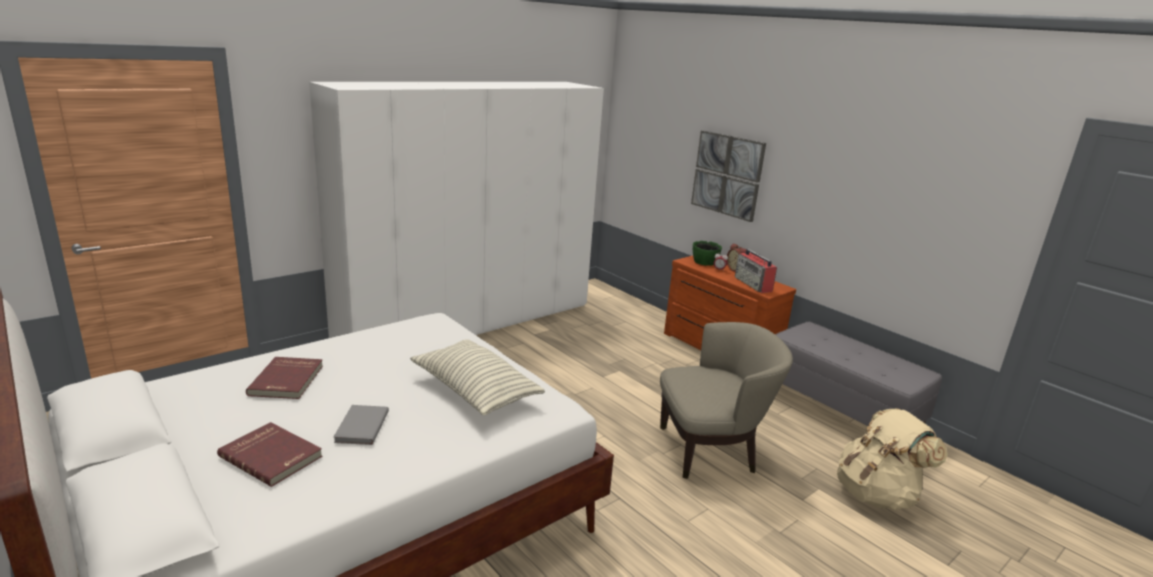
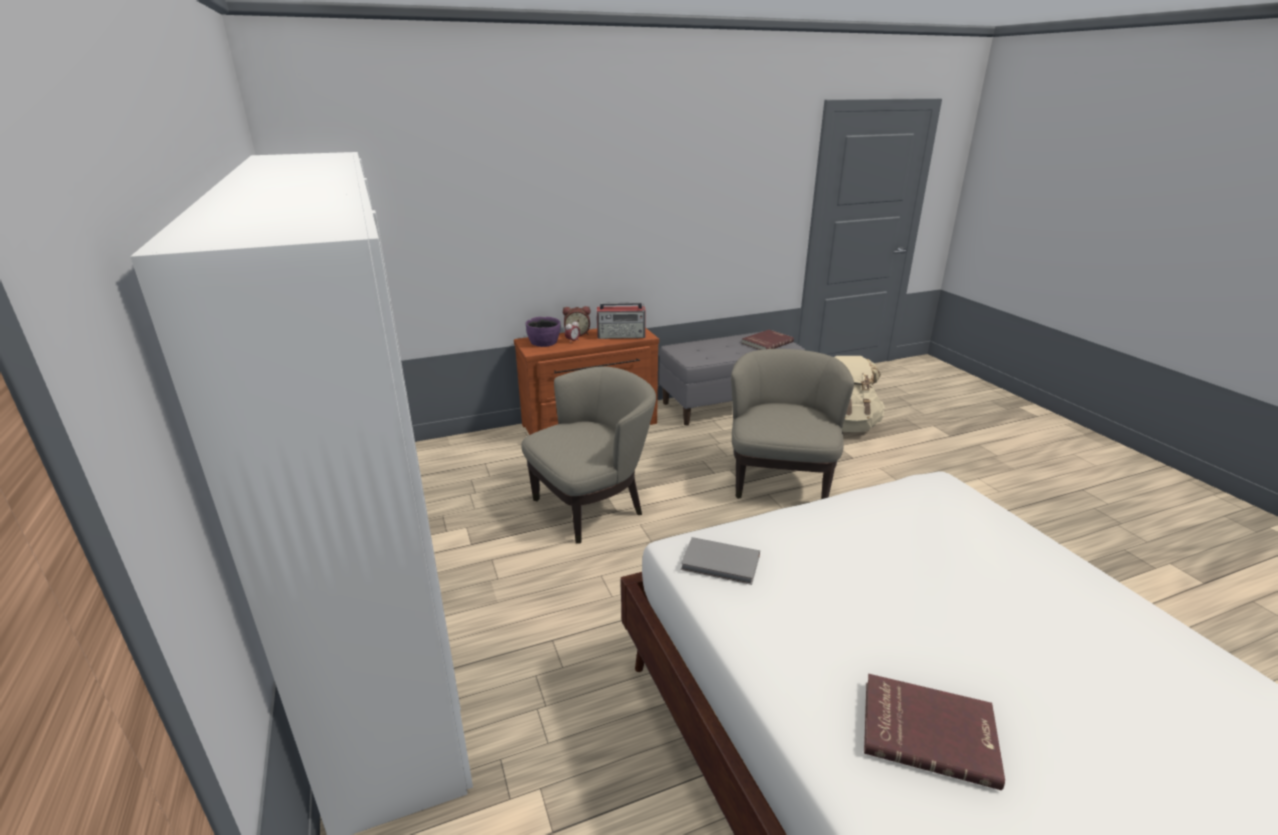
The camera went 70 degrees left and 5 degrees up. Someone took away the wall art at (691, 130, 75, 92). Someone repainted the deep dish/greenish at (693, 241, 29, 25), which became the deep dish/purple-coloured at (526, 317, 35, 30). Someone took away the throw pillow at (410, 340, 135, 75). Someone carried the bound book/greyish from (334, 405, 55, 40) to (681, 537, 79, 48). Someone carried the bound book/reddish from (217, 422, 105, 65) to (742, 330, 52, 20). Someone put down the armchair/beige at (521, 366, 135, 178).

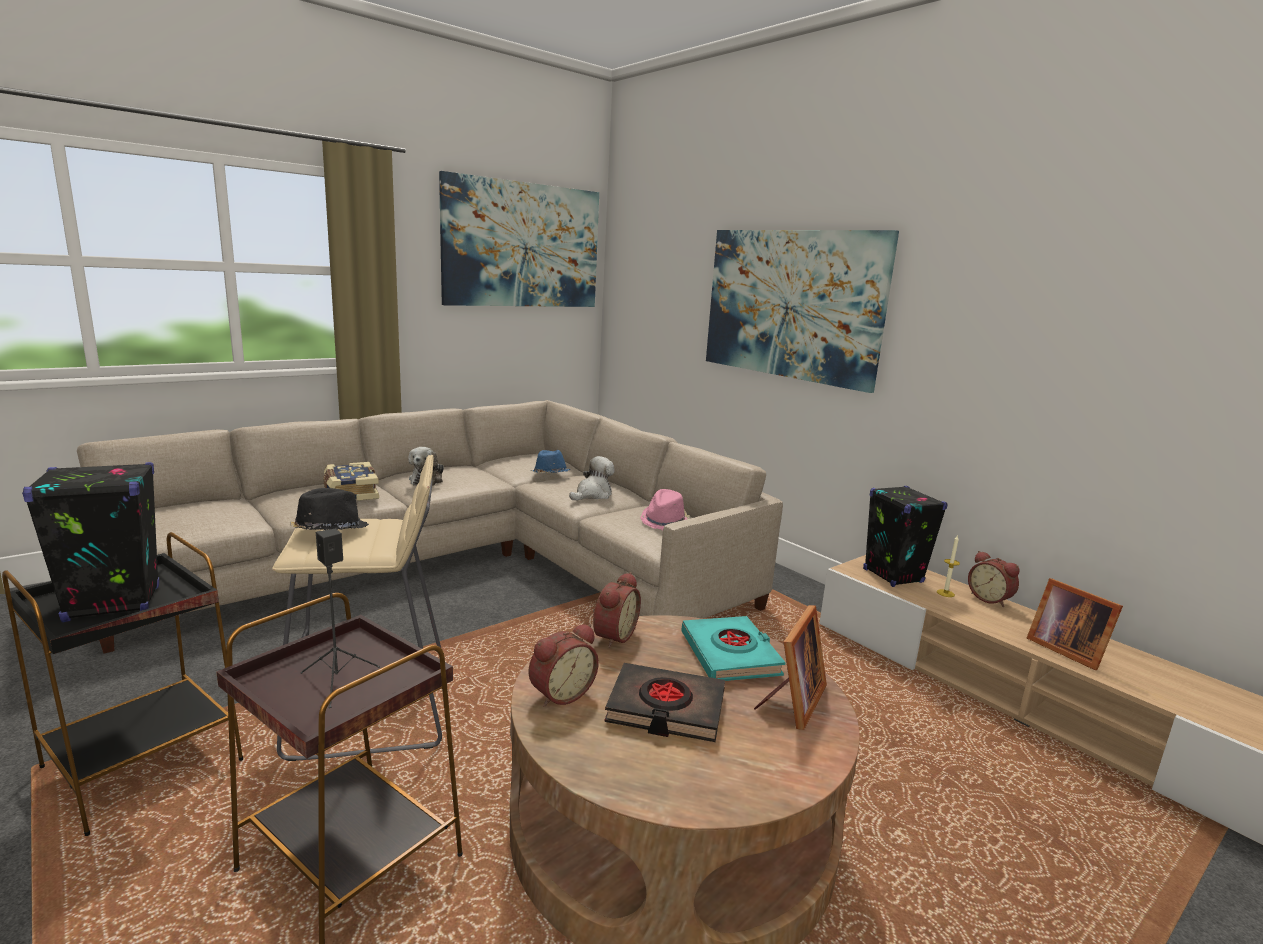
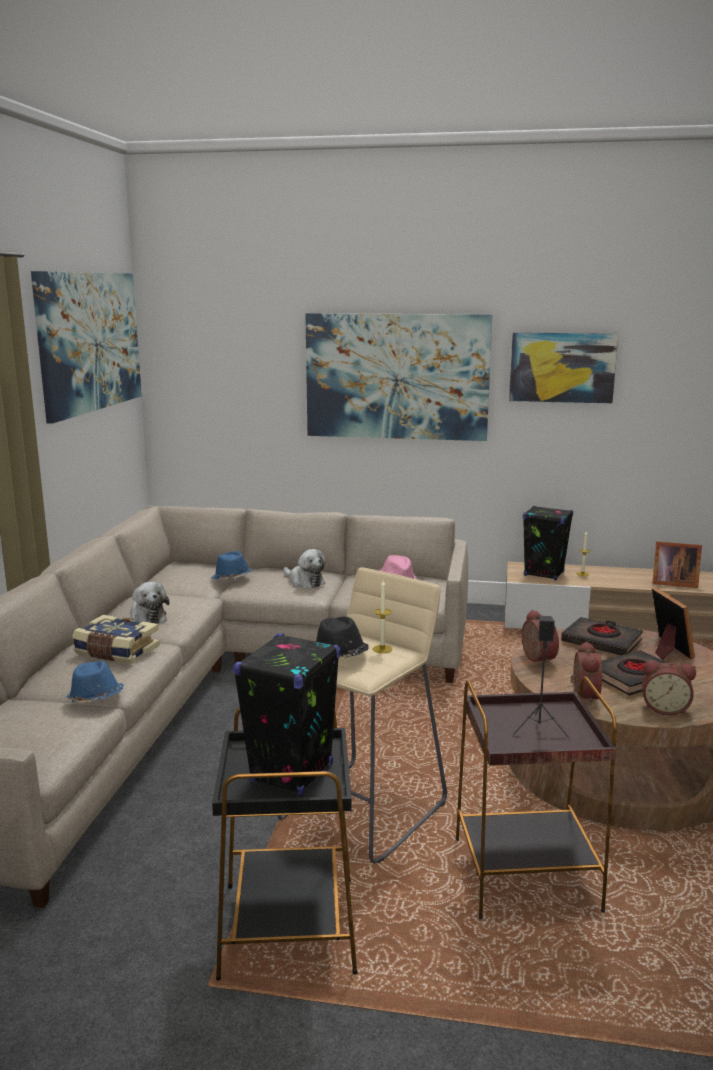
The camera went 40 degrees left and 0 degrees up. Someone rotated the cuddly toy at (569, 456, 46, 44) by 135 degrees clockwise. Someone carried the bedside clock from (968, 551, 52, 56) to (642, 660, 54, 55). Someone repainted the bound book/turquoise-coloured at (681, 616, 105, 65), which became the bound book/blackish at (561, 617, 82, 38). Someone put up the wall art at (509, 332, 109, 71). Someone put down the wax candle at (373, 580, 19, 73). Someone put down the wearable hat/blue-coloured at (64, 661, 60, 42).

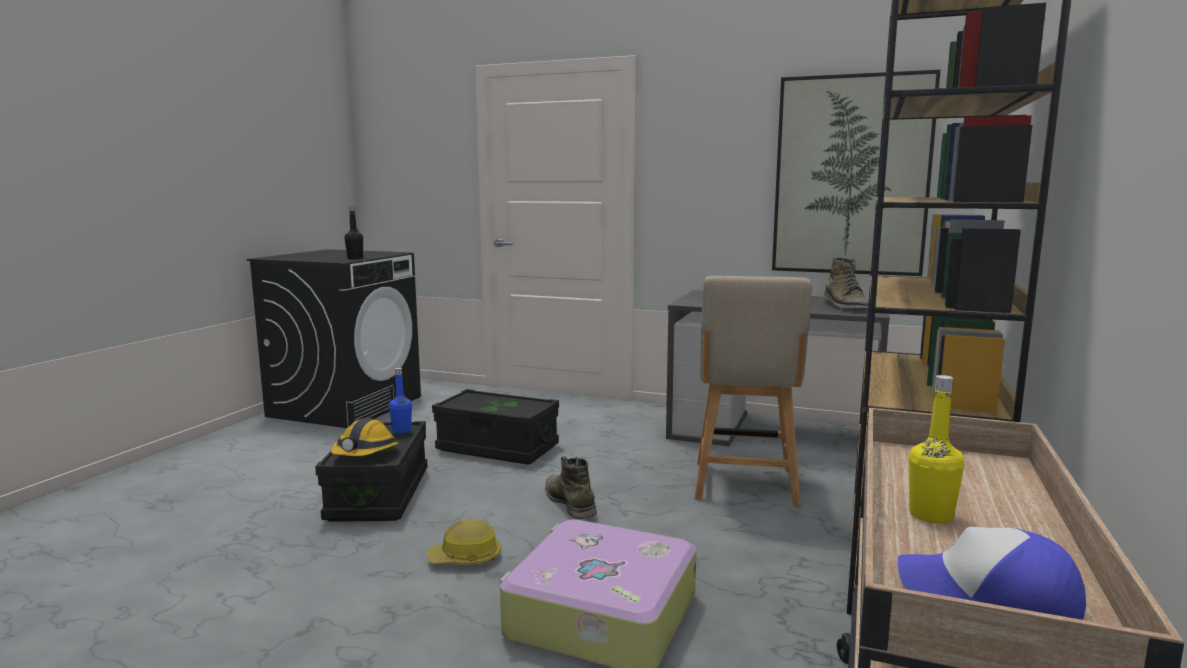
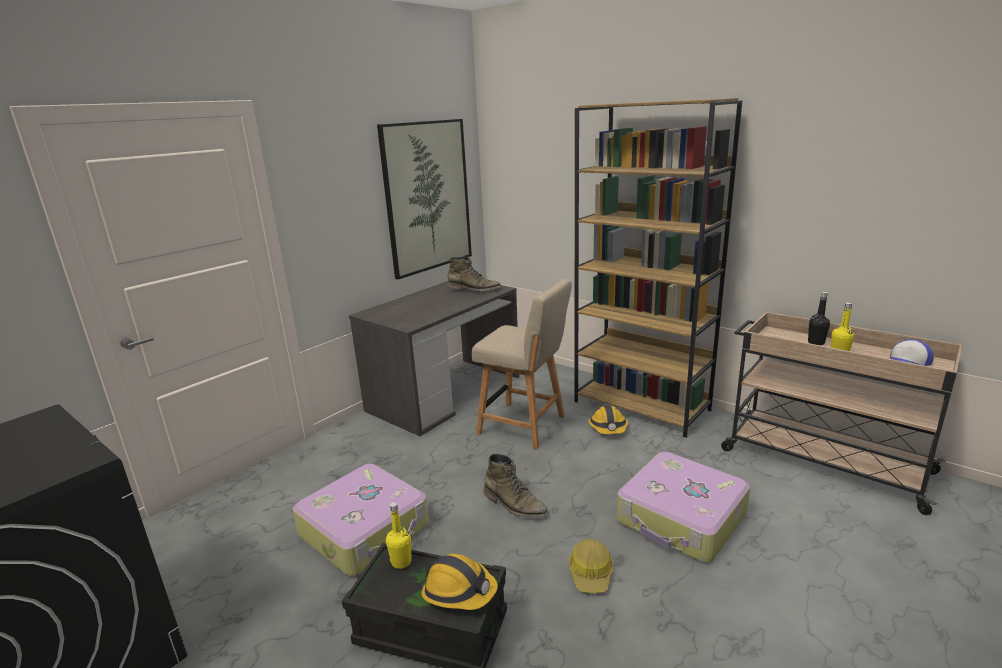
The camera went 70 degrees left and 10 degrees up. Someone carried the beverage bottle/blackish from (344, 206, 19, 53) to (808, 292, 22, 53). Someone repainted the beverage bottle/blue-coloured at (389, 368, 23, 65), which became the beverage bottle/yellow-coloured at (386, 502, 26, 67). Someone swapped the storage bin/blackish at (432, 389, 127, 75) for the suitcase at (293, 464, 136, 112). Someone rotated the high-top boot/greenish at (545, 456, 52, 63) by 135 degrees counterclockwise. Someone put down the safety helmet at (588, 405, 40, 29).

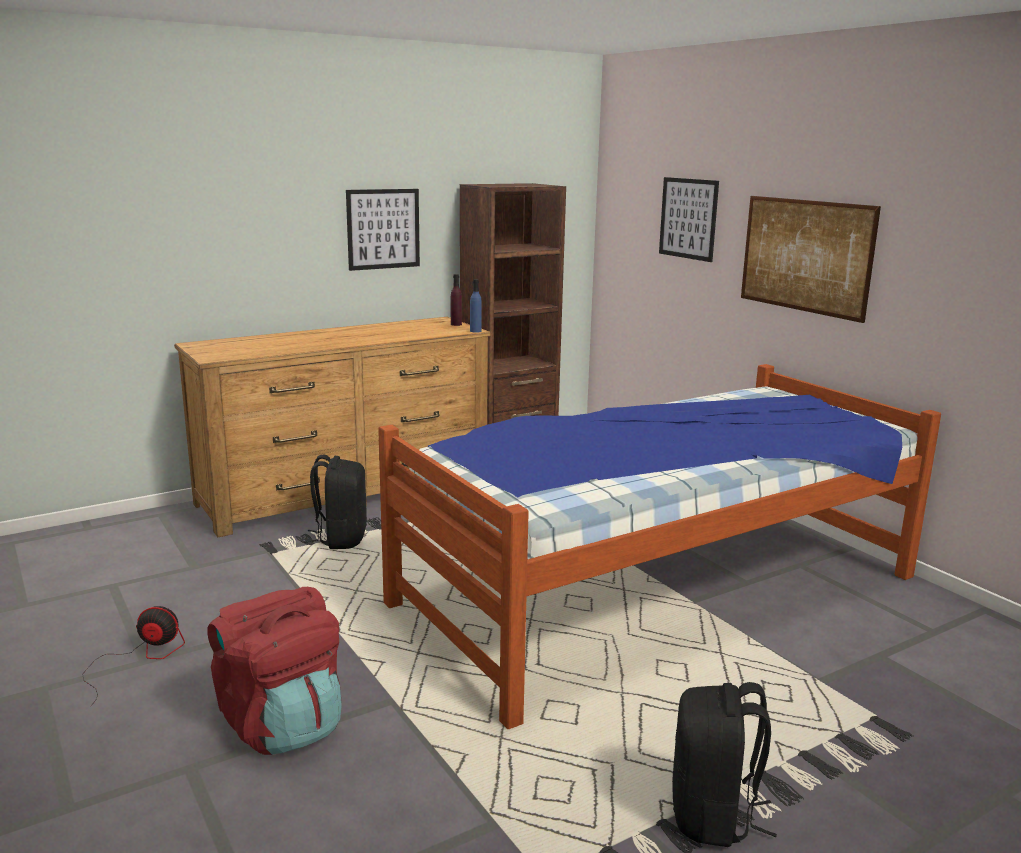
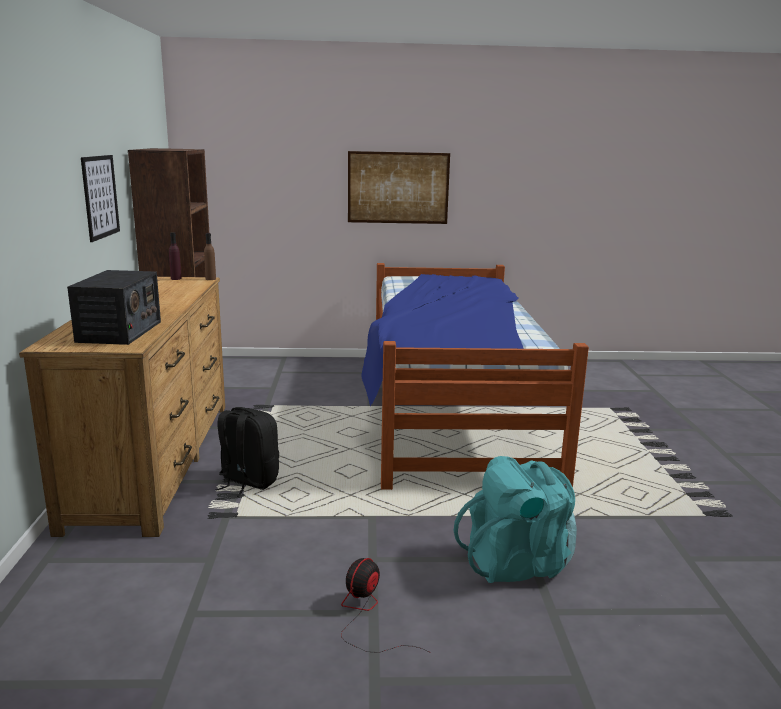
The camera went 60 degrees left and 0 degrees up. Someone took away the wall art at (659, 177, 60, 85). Someone repainted the beverage bottle/blue-coloured at (470, 279, 12, 54), which became the beverage bottle/brown-coloured at (204, 233, 12, 47). Someone repainted the rucksack/reddish at (207, 587, 135, 168), which became the rucksack/turquoise-coloured at (453, 456, 124, 127). Someone took away the rucksack/blackish at (672, 682, 105, 165). Someone put down the radio at (67, 270, 94, 75).

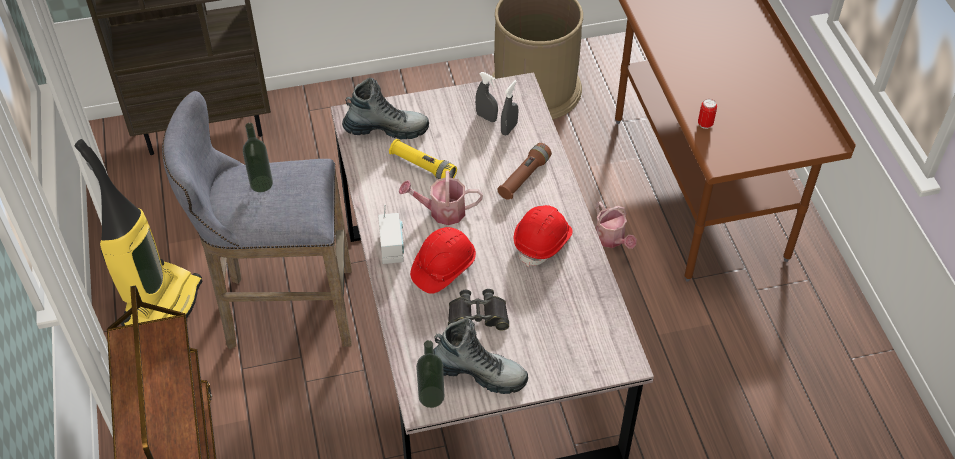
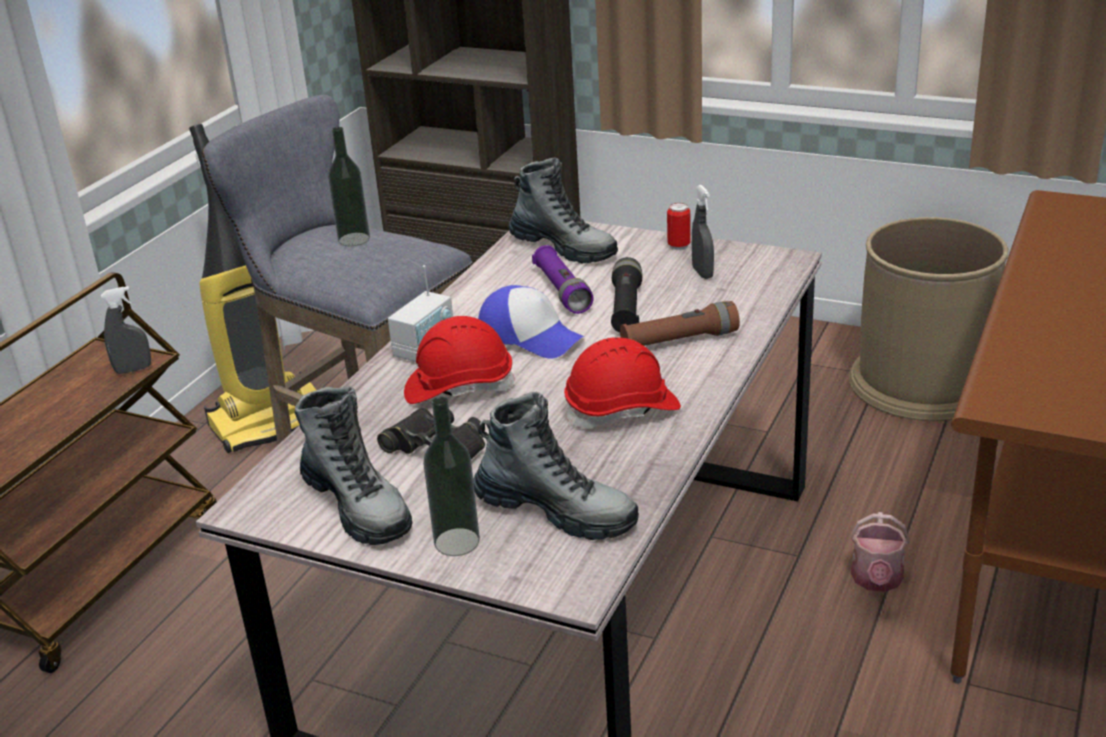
The camera went 40 degrees right and 20 degrees down. Someone carried the hand sprayer/greyish from (501, 80, 17, 56) to (101, 286, 50, 88). Someone carried the sealed can from (698, 99, 19, 30) to (667, 203, 24, 47). Someone repainted the hand torch/yellow-coloured at (389, 139, 68, 40), which became the hand torch/purple-coloured at (532, 245, 61, 69). Someone swapped the watering pot at (399, 170, 84, 55) for the peaked cap at (478, 285, 106, 74). Someone carried the beverage bottle from (416, 340, 28, 68) to (423, 397, 57, 159). Someone put down the hand torch/blackish at (611, 257, 31, 75). Someone put down the high-top boot at (473, 392, 166, 148).

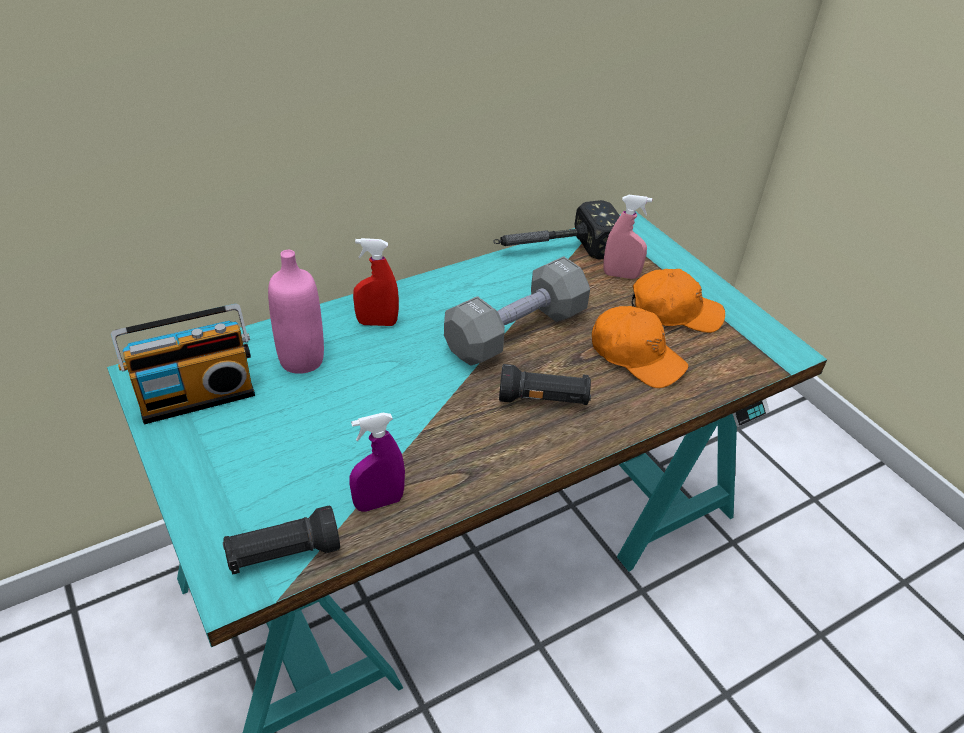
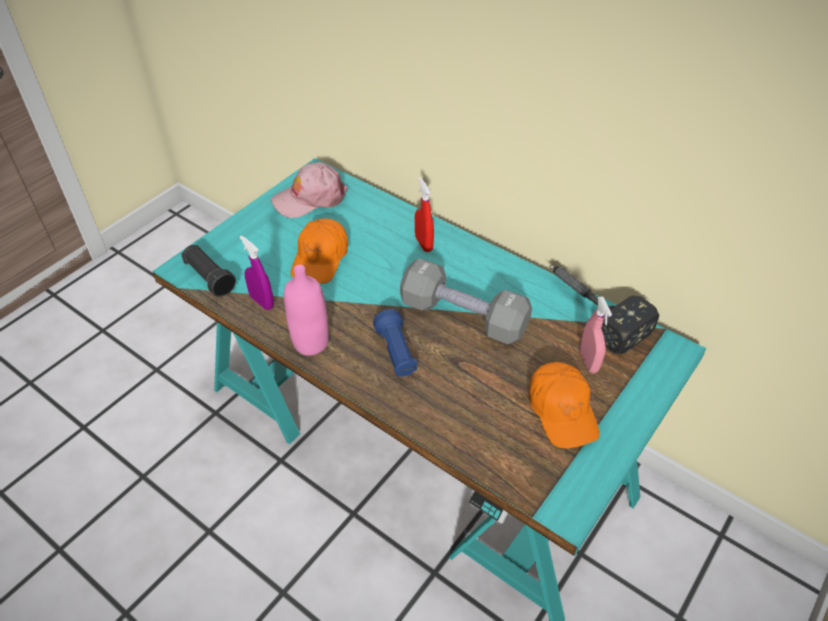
The camera went 70 degrees right and 5 degrees up. Someone carried the beverage bottle/pink from (268, 250, 56, 124) to (284, 265, 45, 91). Someone swapped the radio at (111, 304, 144, 120) for the peaked cap/pink at (271, 162, 77, 56). Someone carried the peaked cap/orange-coloured from (592, 306, 96, 82) to (291, 218, 57, 66). Someone repainted the hand torch/blackish at (499, 364, 92, 41), which became the hand torch/blue-coloured at (373, 309, 44, 68).

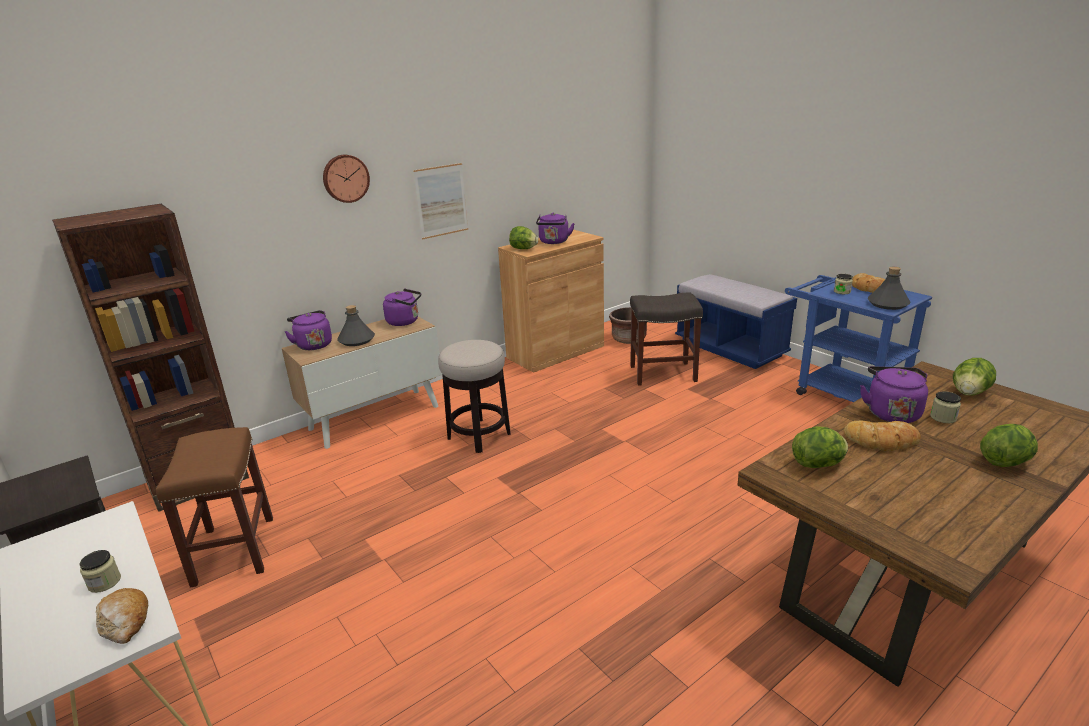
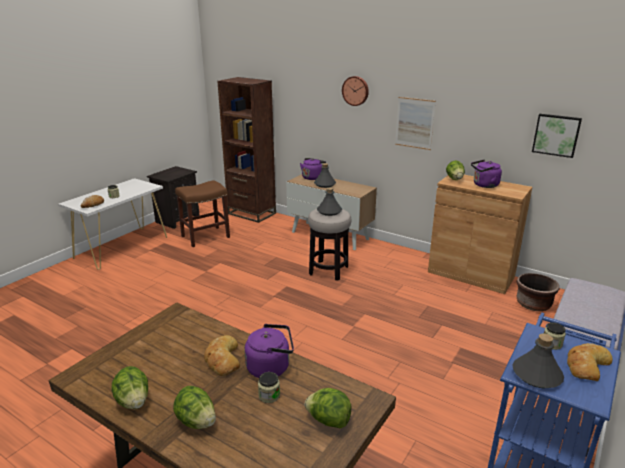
The camera went 70 degrees right and 0 degrees up. Someone took away the water kettle/purple-coloured at (383, 289, 38, 37). Someone took away the sitting stool/greyish at (630, 292, 73, 94). Someone carried the head of lettuce from (792, 426, 56, 42) to (111, 366, 37, 43). Someone put up the wall art at (532, 114, 50, 44). Someone put down the beverage bottle/greyish at (317, 187, 25, 29).

